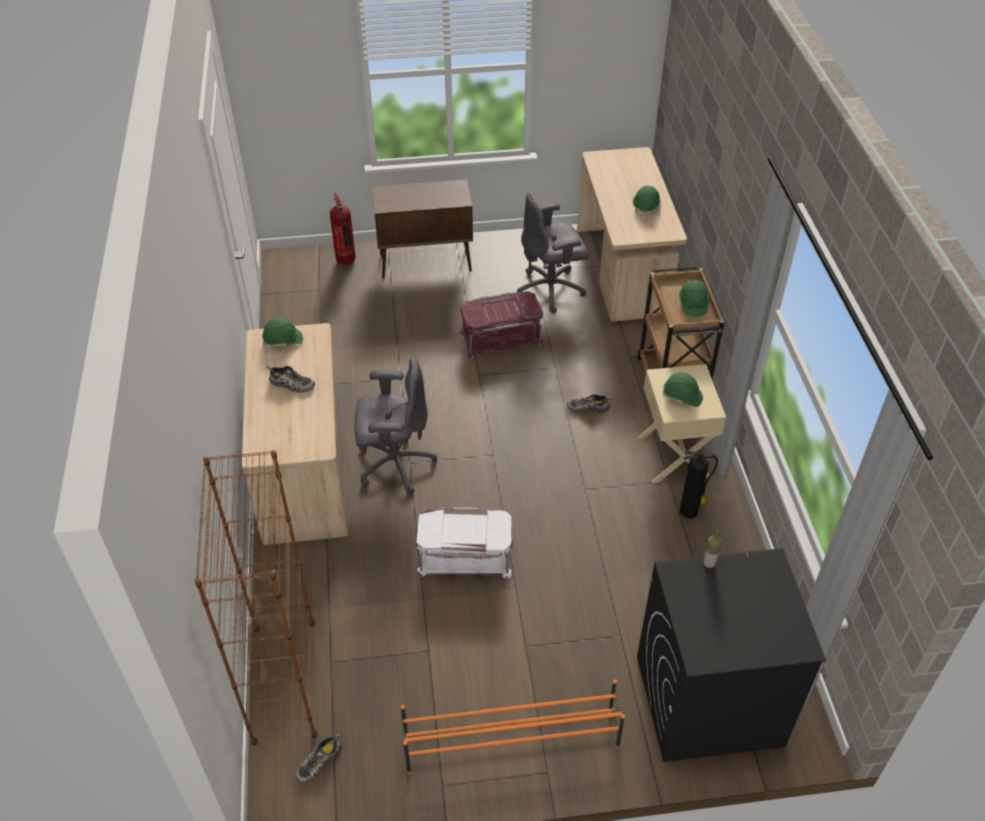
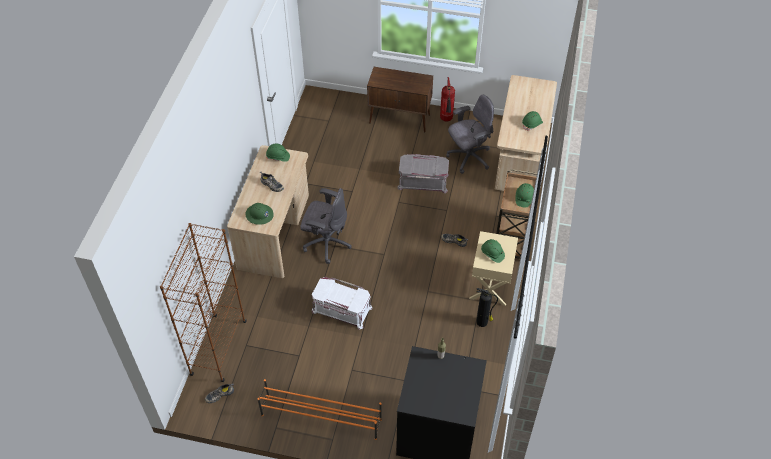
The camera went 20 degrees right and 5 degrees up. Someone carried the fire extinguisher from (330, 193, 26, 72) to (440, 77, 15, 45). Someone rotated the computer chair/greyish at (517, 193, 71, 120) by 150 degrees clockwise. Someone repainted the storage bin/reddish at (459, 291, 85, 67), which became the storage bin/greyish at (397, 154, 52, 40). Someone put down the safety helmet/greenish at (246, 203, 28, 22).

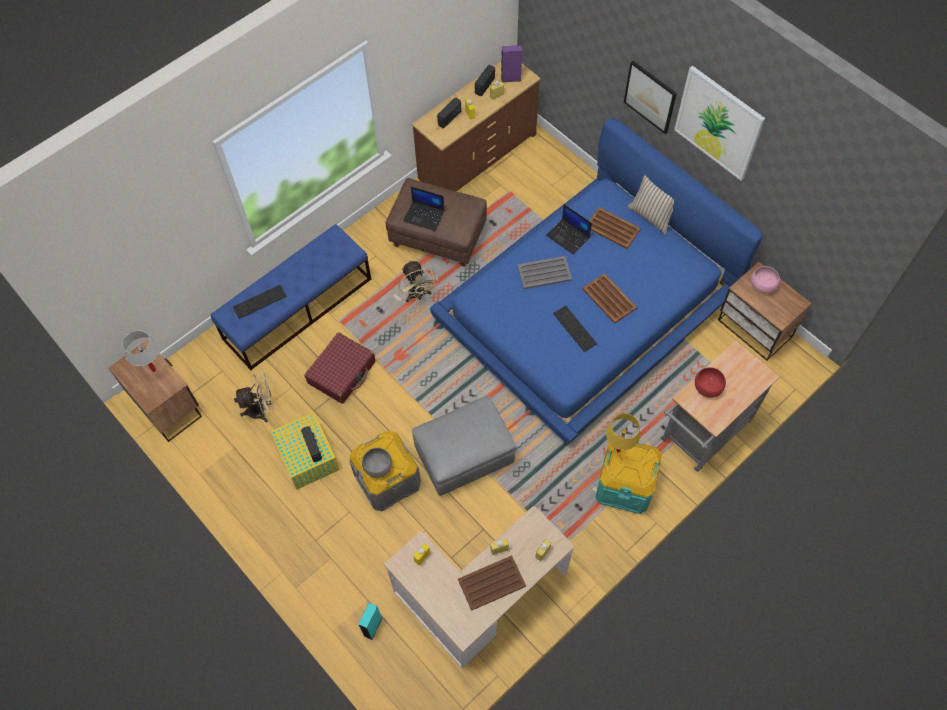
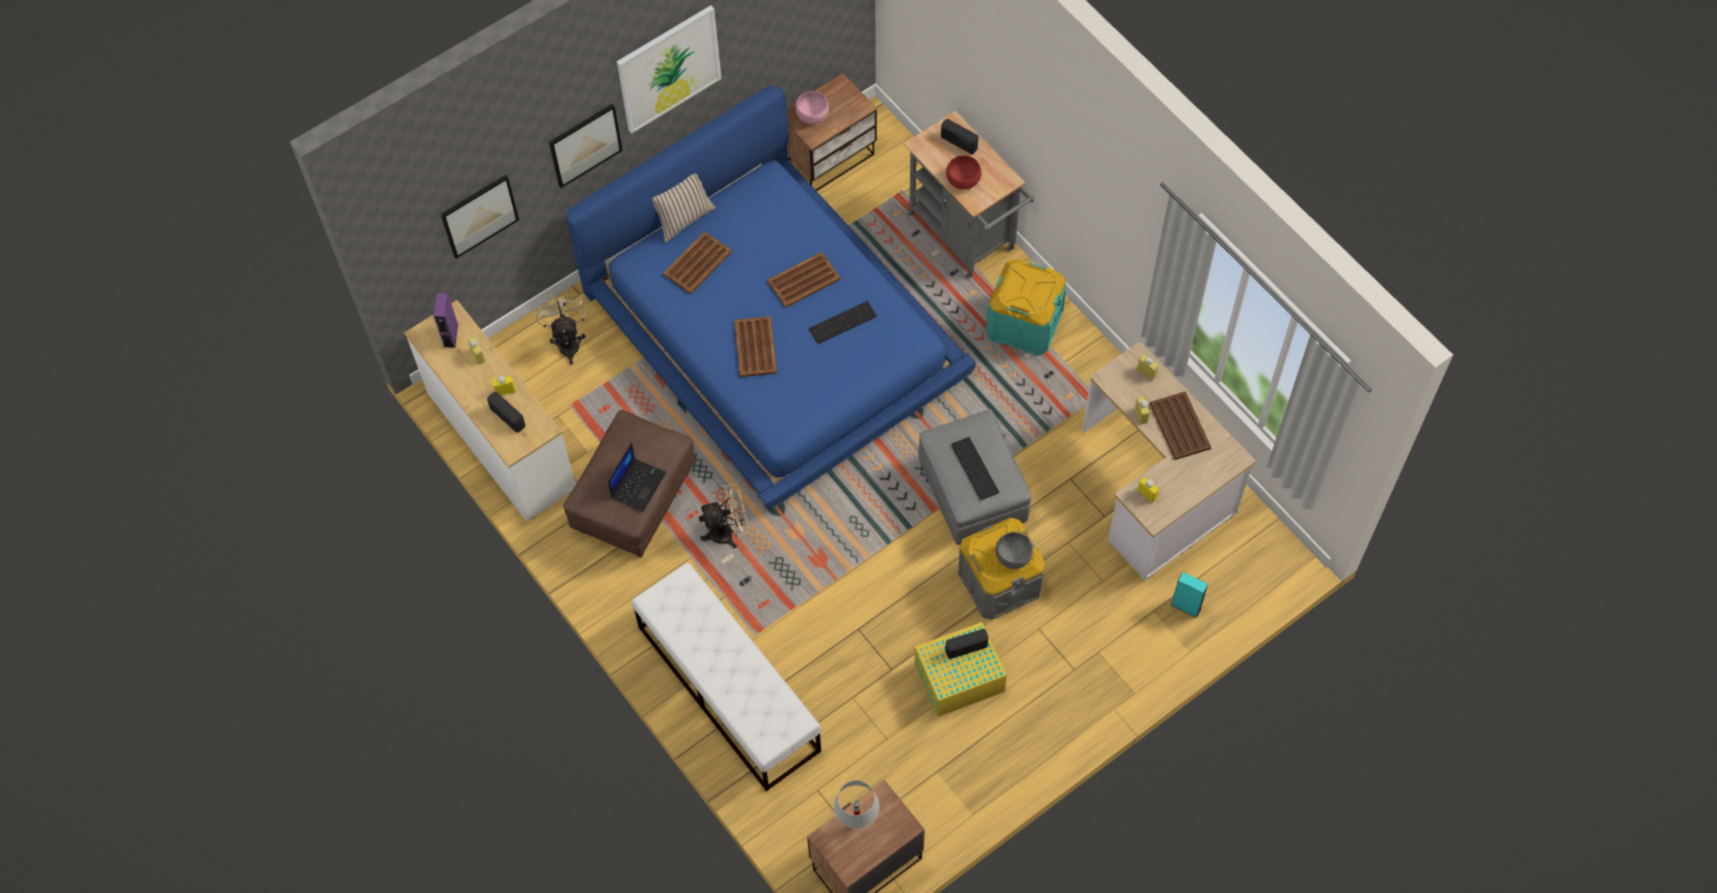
The camera went 85 degrees left and 0 degrees up. Someone repainted the chest of drawers/brown-coloured at (412, 61, 129, 131), which became the chest of drawers/whitish at (404, 300, 172, 221). Someone carried the radio from (475, 65, 20, 31) to (941, 119, 37, 35). Someone took away the notebook computer at (546, 204, 46, 51). Someone repainted the long seat/blue-coloured at (211, 224, 160, 146), which became the long seat/whitish at (631, 563, 190, 228). Someone repainted the serving tray/greyish at (517, 256, 55, 33), which became the serving tray/brown-coloured at (734, 316, 43, 61). Someone carried the keyboard from (233, 285, 54, 34) to (951, 437, 48, 63). Someone took away the suitcase/reddish at (304, 332, 71, 72). Someone carried the electric fan/beige from (234, 372, 40, 50) to (535, 291, 53, 74). Someone took away the table lamp/yellow-coloured at (606, 413, 35, 39). Someone put up the wall art at (441, 175, 78, 84).

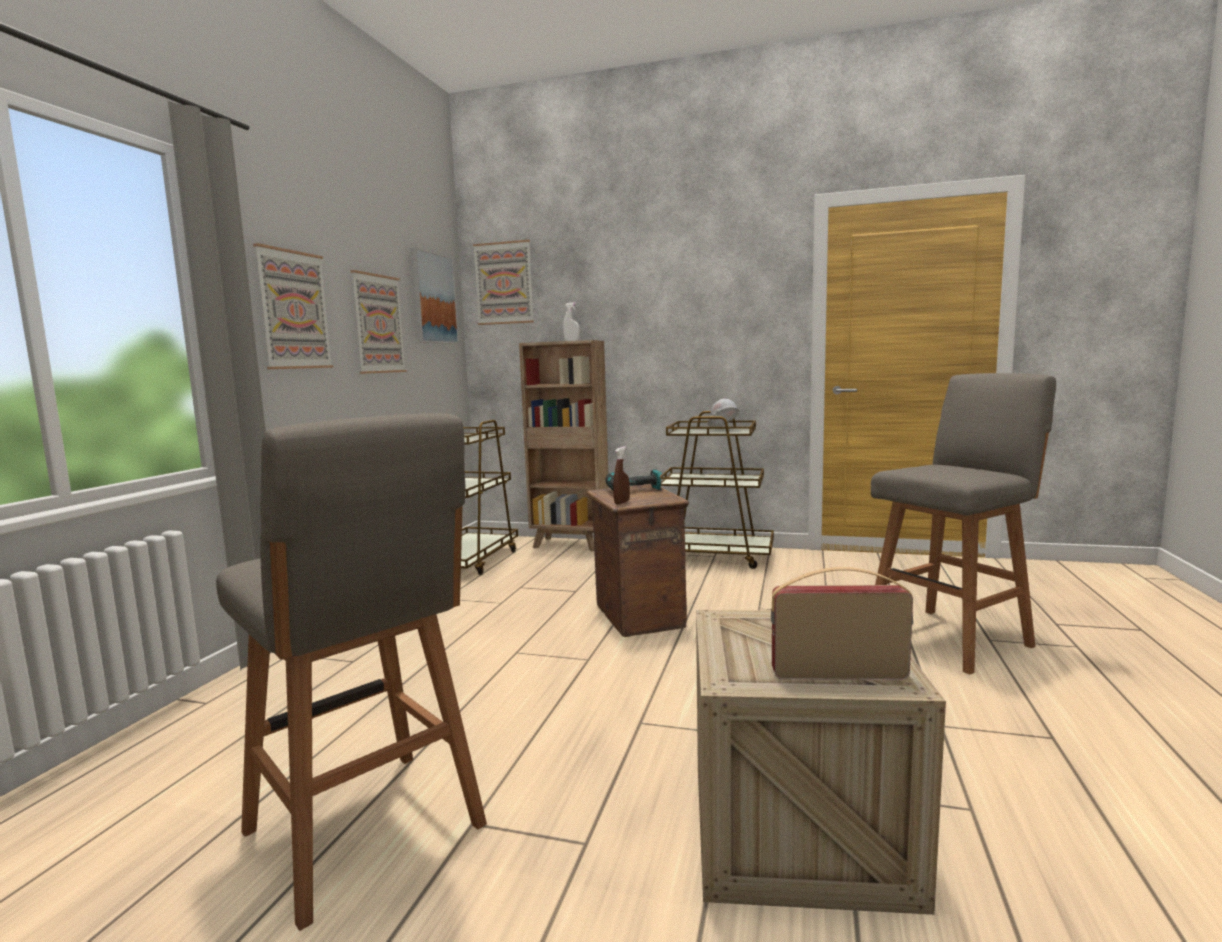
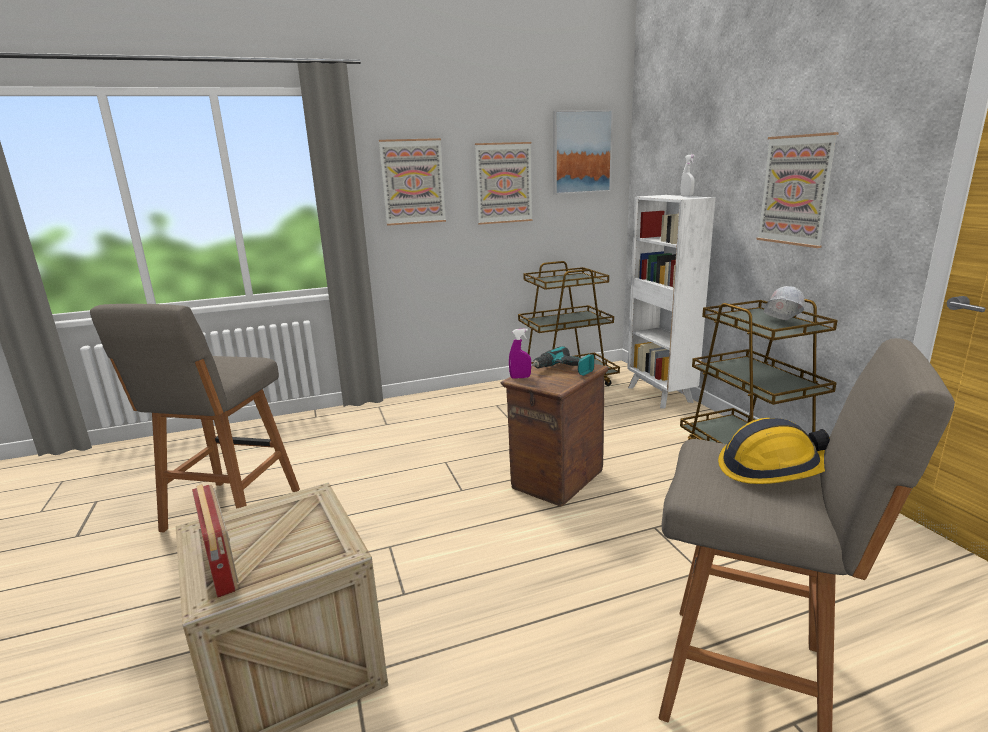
The camera went 55 degrees right and 10 degrees up. Someone carried the wall art from (473, 240, 61, 85) to (756, 132, 83, 116). Someone repainted the shelving unit/brown-coloured at (519, 340, 90, 211), which became the shelving unit/whitish at (627, 195, 88, 214). Someone repainted the hand sprayer/brown-coloured at (613, 447, 17, 58), which became the hand sprayer/purple-coloured at (509, 328, 22, 51). Someone put down the safety helmet at (718, 418, 112, 66).

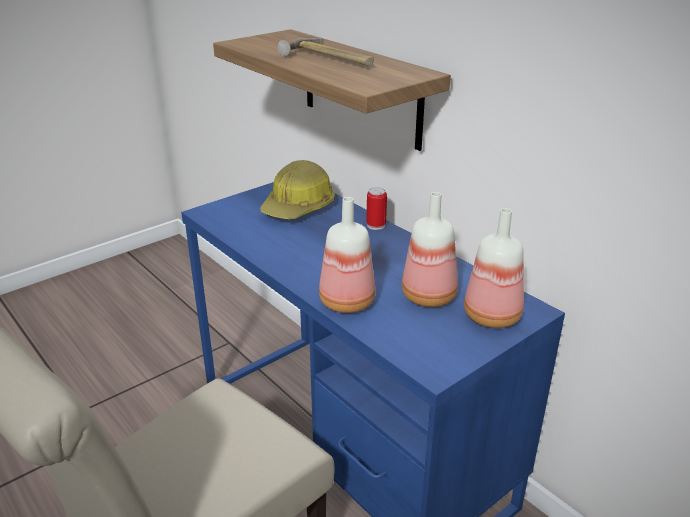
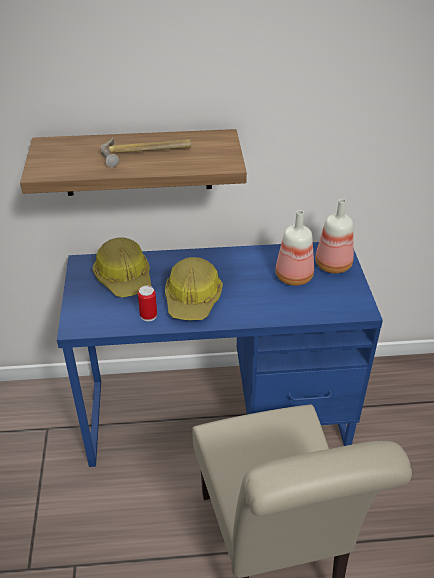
The camera went 55 degrees left and 10 degrees up. Someone carried the sealed can from (366, 187, 21, 43) to (138, 285, 19, 36). Someone took away the beverage bottle at (319, 197, 56, 116). Someone put down the safety helmet at (165, 257, 58, 63).

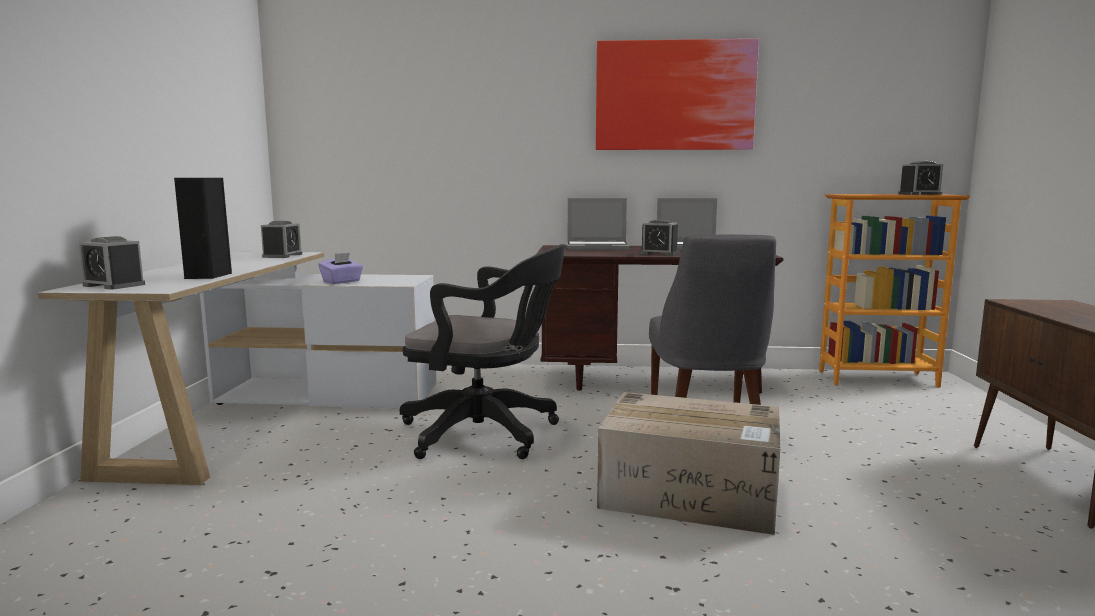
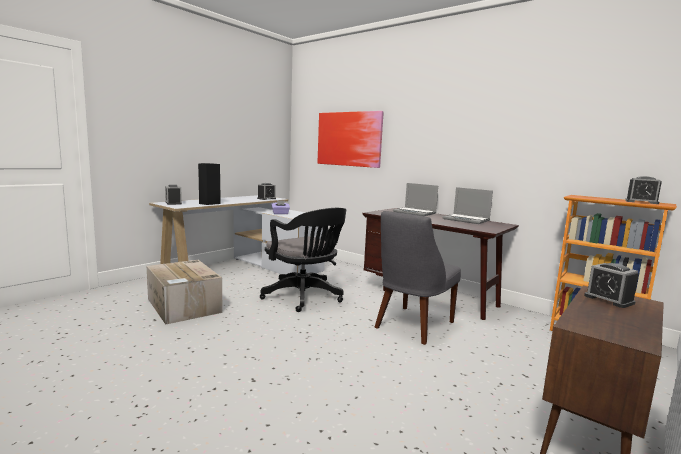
The camera went 35 degrees right and 0 degrees up. Someone carried the wall art from (596, 39, 163, 111) to (317, 111, 67, 57). Someone carried the bedside clock from (640, 219, 39, 37) to (584, 263, 55, 45). Someone carried the packing box from (597, 392, 183, 143) to (147, 260, 76, 65).

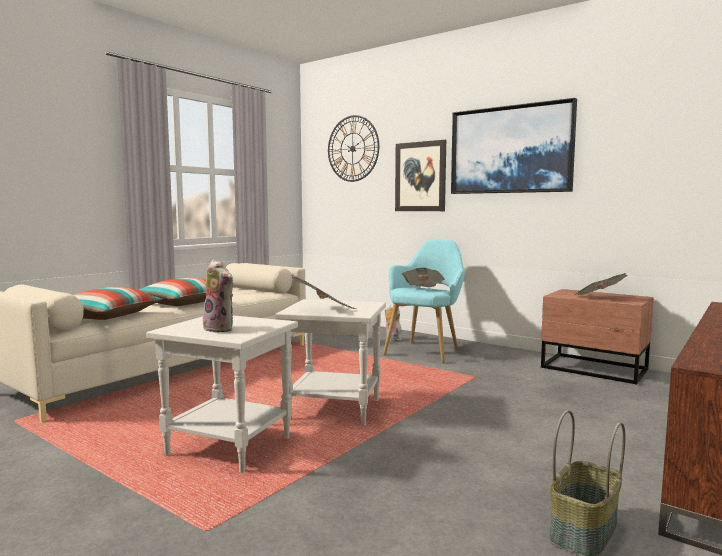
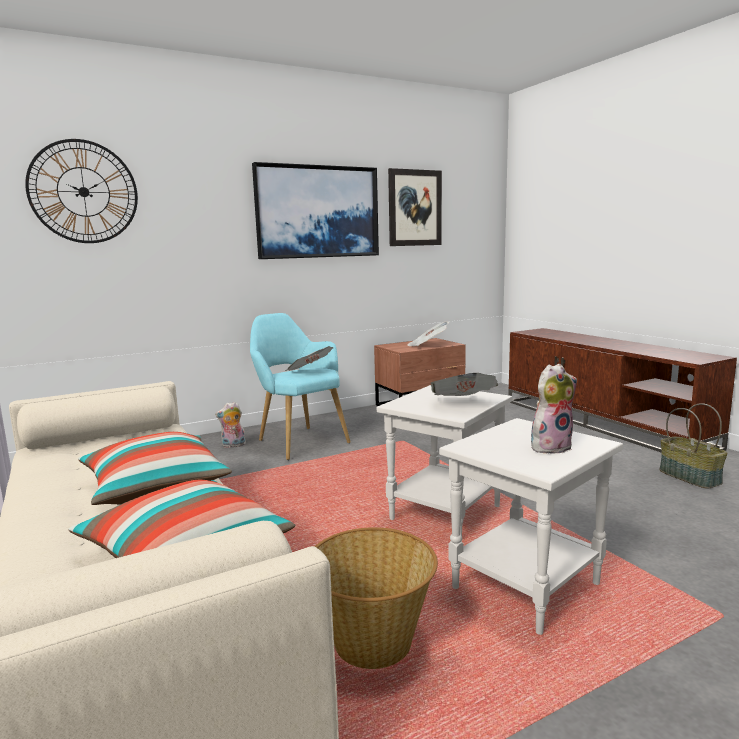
The camera went 65 degrees left and 5 degrees up. Someone carried the wall art from (395, 140, 51, 71) to (388, 168, 54, 78). Someone put down the basket at (315, 527, 123, 142).

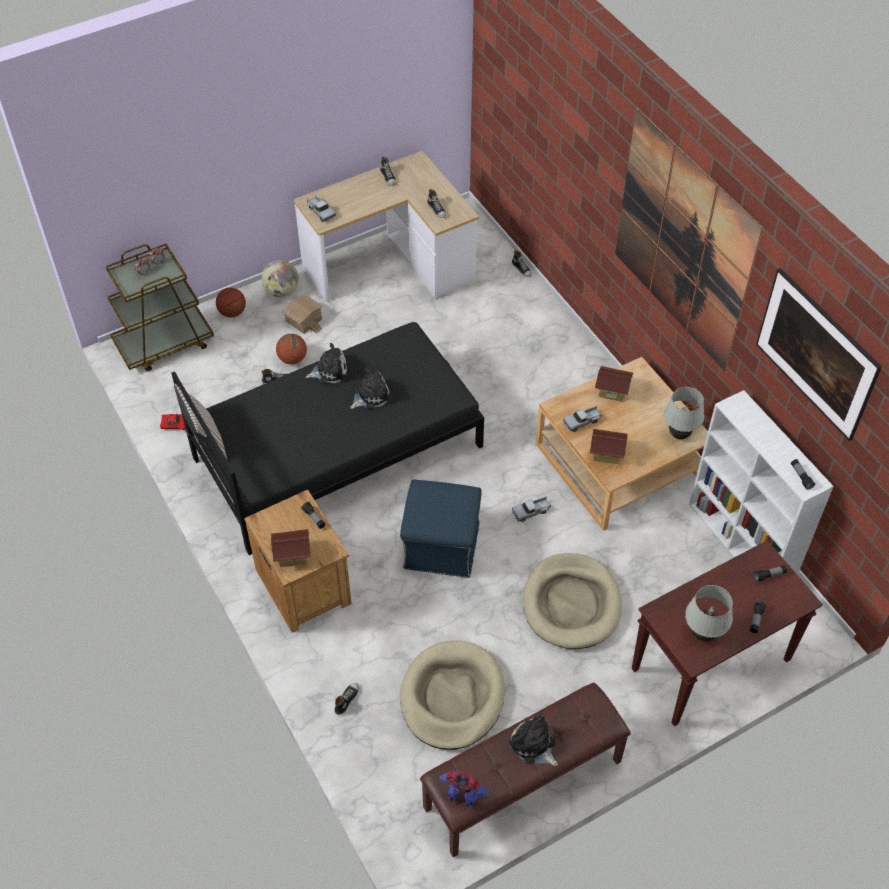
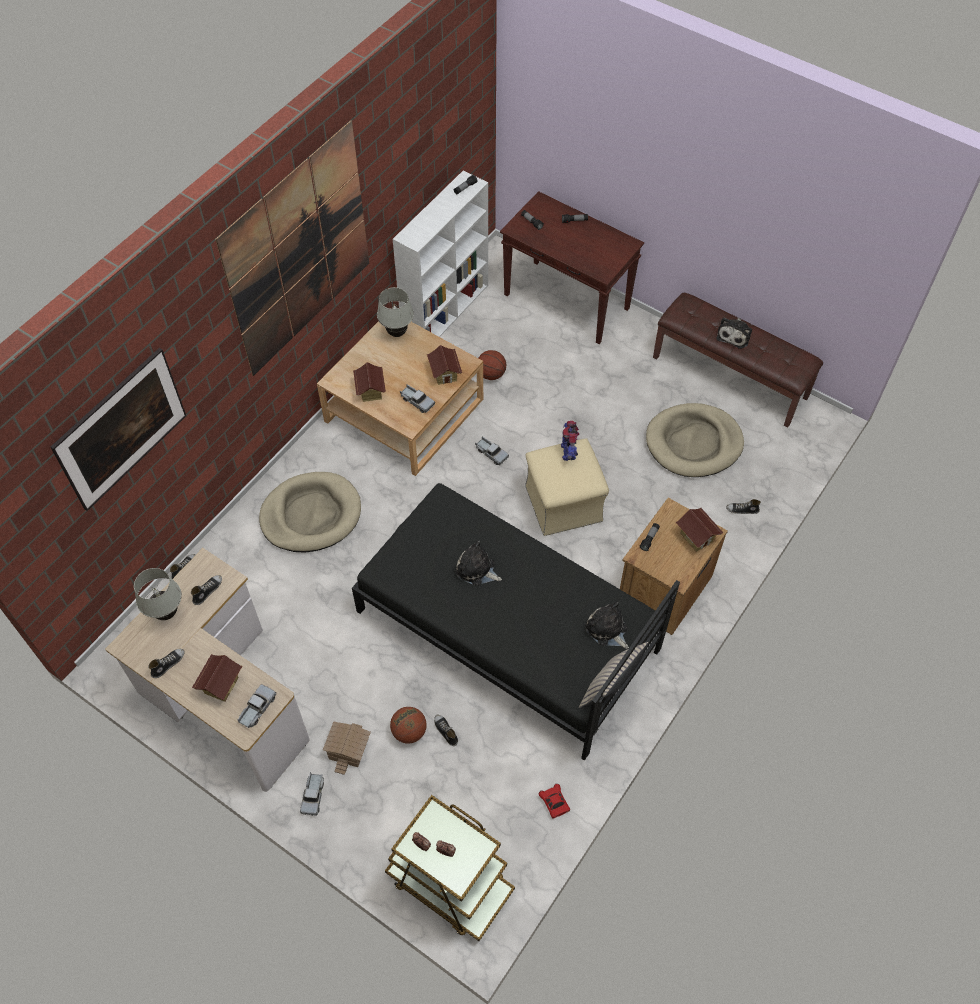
The camera went 115 degrees left and 5 degrees up. Someone swapped the world globe at (261, 260, 38, 37) for the toy truck at (300, 772, 24, 44). Someone carried the wall art from (756, 268, 126, 173) to (51, 348, 135, 163). Someone carried the basketball ball from (216, 288, 30, 29) to (479, 350, 27, 30). Someone carried the cuddly toy from (306, 343, 42, 40) to (585, 601, 44, 48). Someone repainted the footrest/blue-coloured at (400, 479, 82, 99), which became the footrest/beige at (525, 438, 84, 98). Someone carried the pet bed/beige from (523, 553, 99, 96) to (259, 472, 102, 81). Someone carried the table lamp/whitish from (685, 585, 48, 56) to (134, 568, 48, 52). Someone carried the model robot from (439, 770, 50, 37) to (561, 421, 18, 40). Someone put down the miniature house at (192, 654, 50, 48).

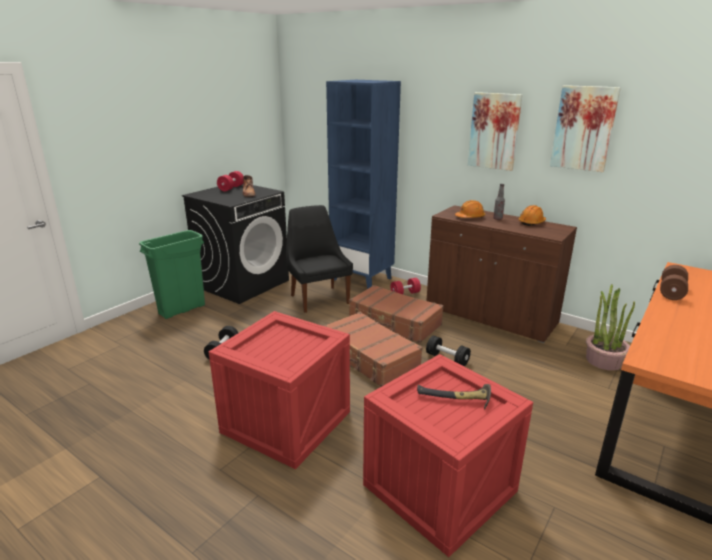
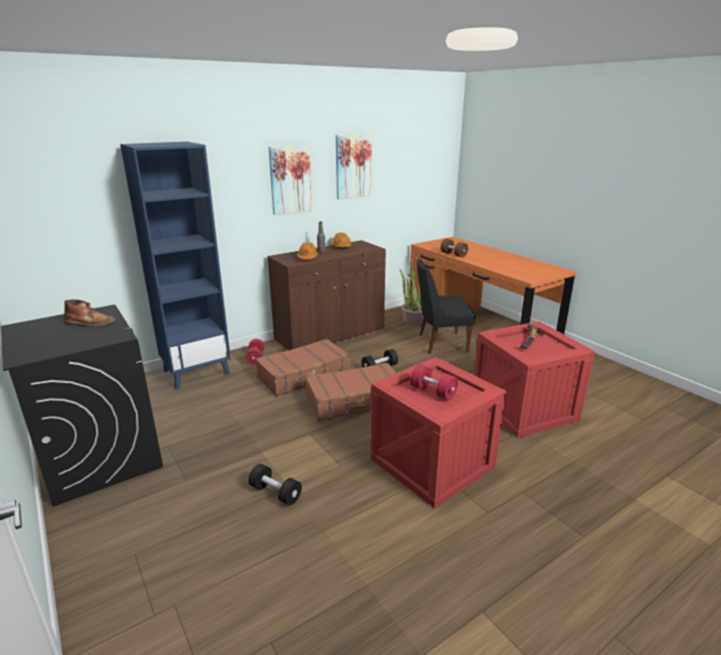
The camera went 70 degrees left and 0 degrees up. Someone carried the free weight/reddish from (217, 171, 26, 20) to (410, 364, 48, 36). Someone carried the upright chair/blackish from (286, 205, 67, 108) to (417, 258, 58, 96). Someone took away the waste bin/greenish at (139, 230, 66, 89).

